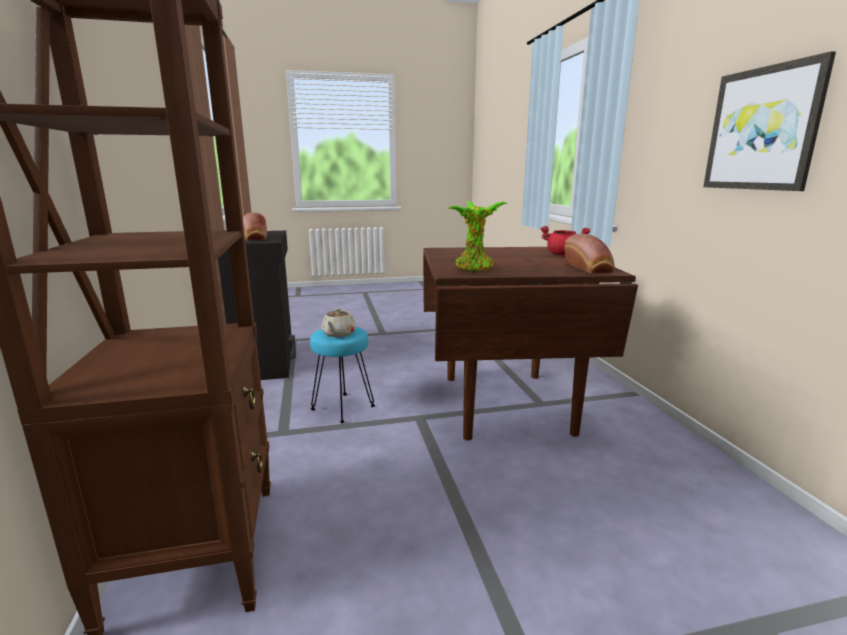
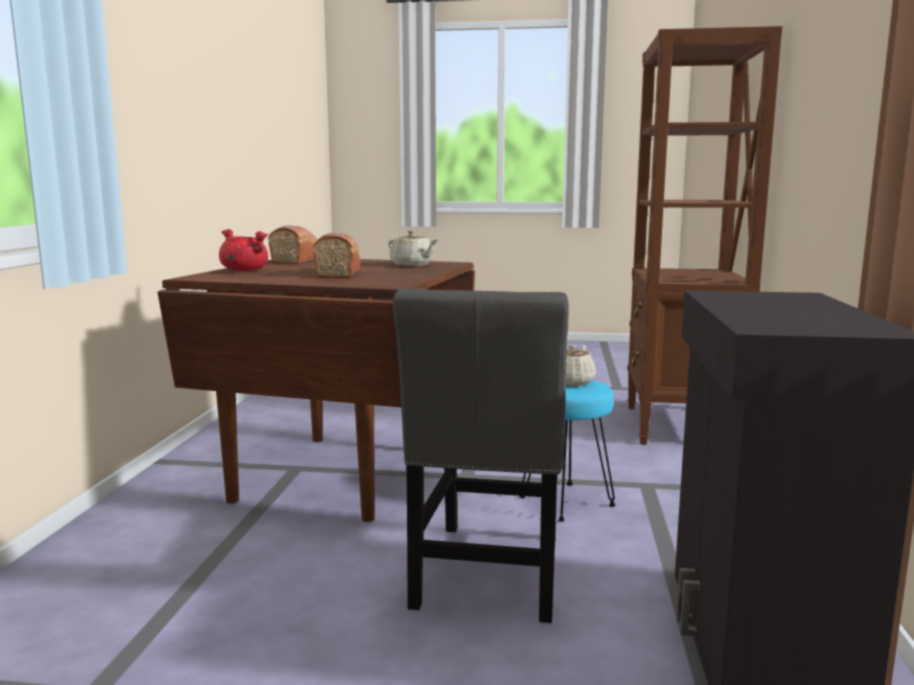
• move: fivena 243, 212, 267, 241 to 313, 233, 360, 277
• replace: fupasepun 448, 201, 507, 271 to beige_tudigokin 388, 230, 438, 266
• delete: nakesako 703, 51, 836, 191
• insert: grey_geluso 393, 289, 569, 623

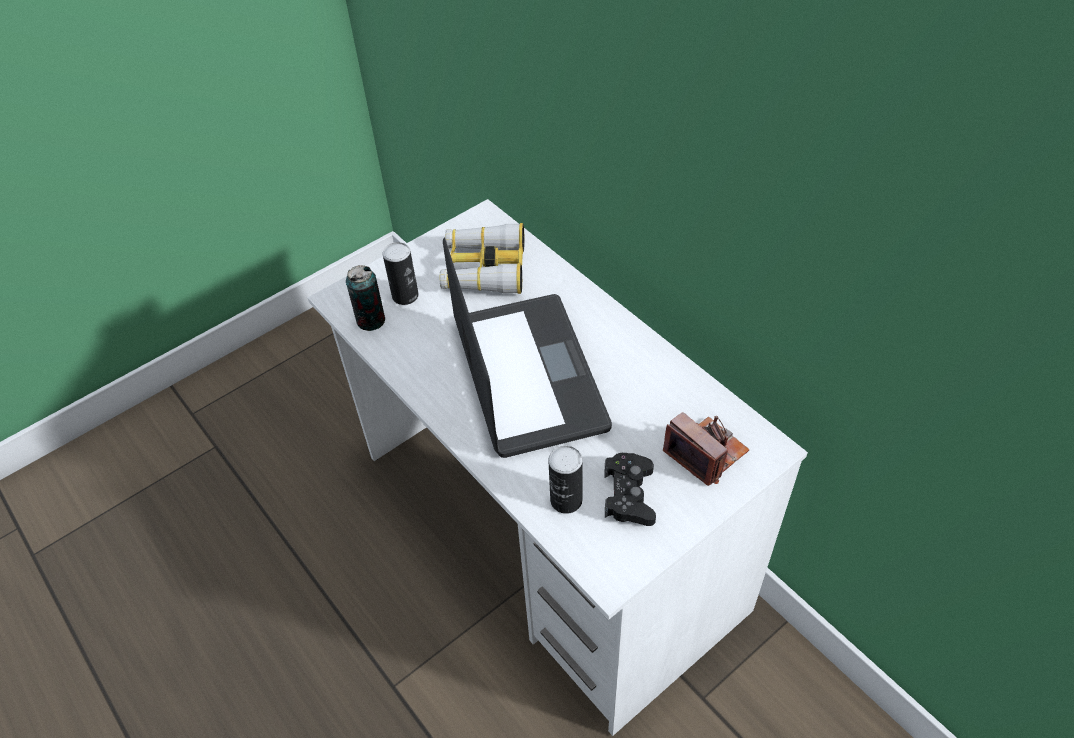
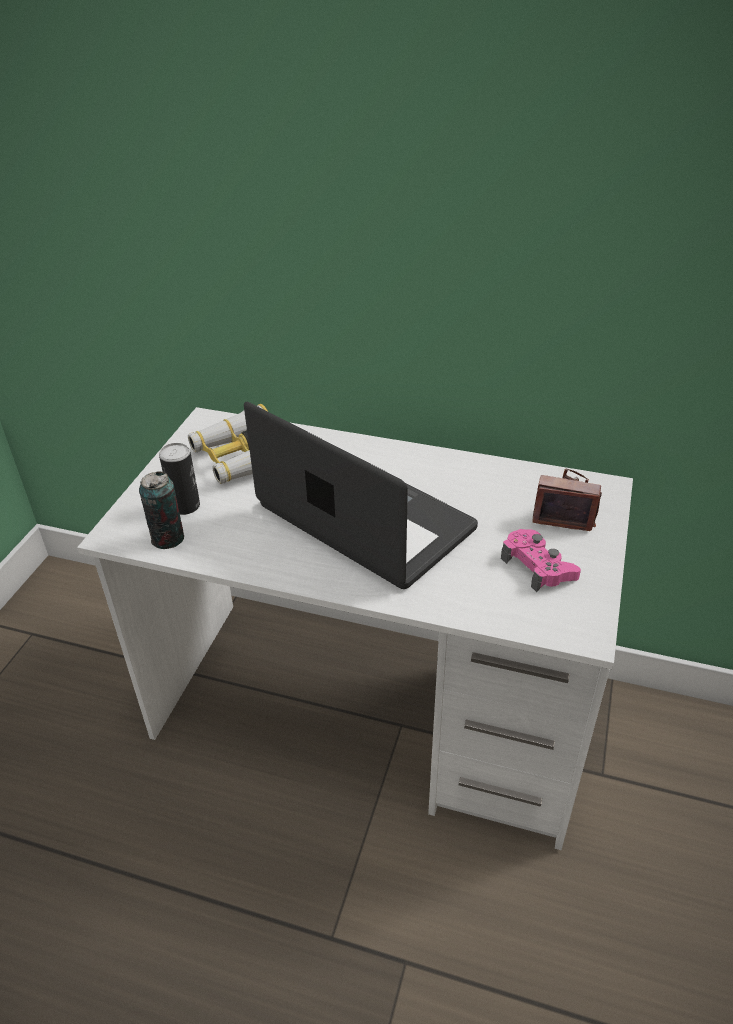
• delete: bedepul 549, 446, 583, 514
• recolor: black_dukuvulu 605, 453, 656, 526 to pink_dukuvulu 501, 529, 581, 592

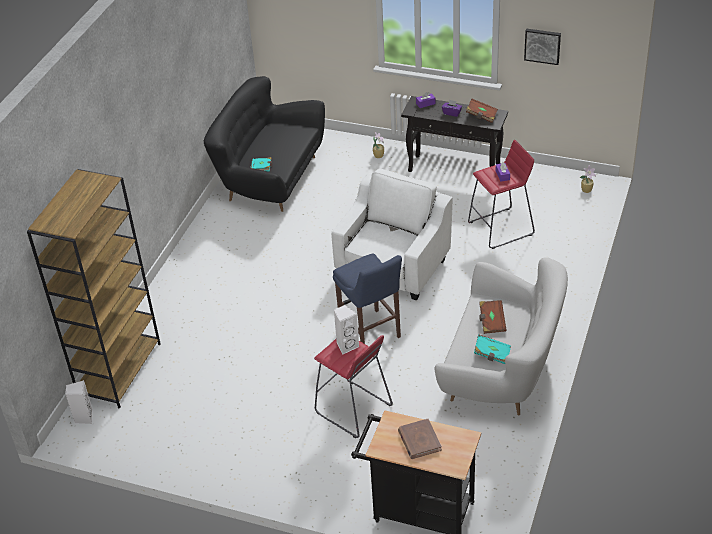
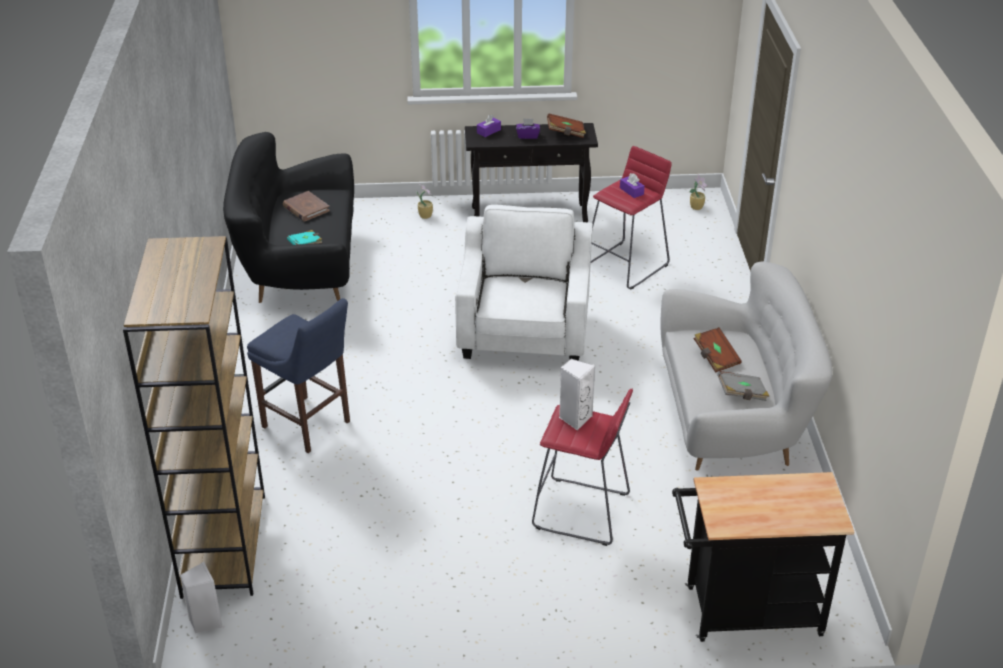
• move: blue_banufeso 333, 253, 402, 344 to 247, 298, 350, 453
• move: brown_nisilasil 398, 419, 442, 459 to 283, 191, 330, 222
• recolor: turquoise_nisilasil 474, 334, 511, 364 to grey_nisilasil 717, 371, 769, 401
• delete: nakesako 524, 29, 561, 65

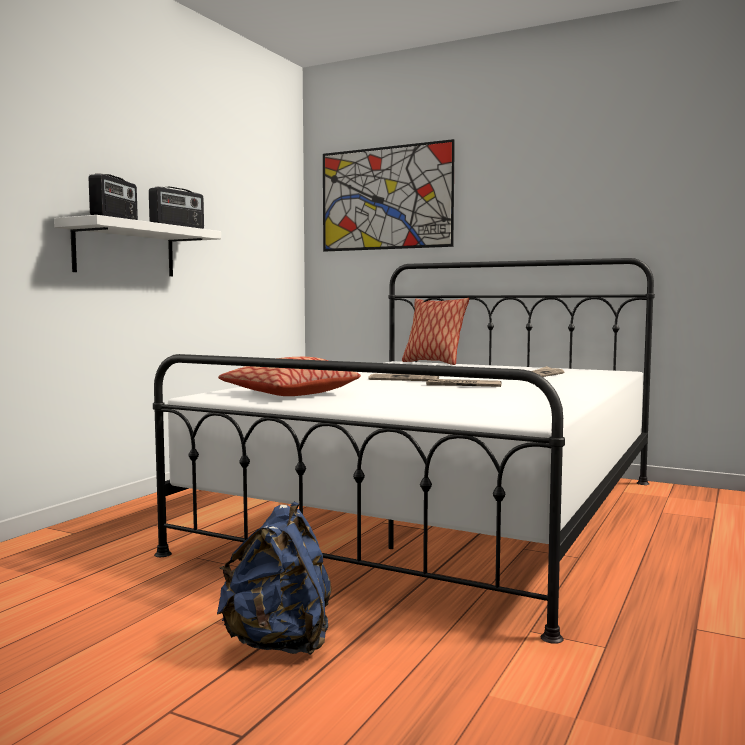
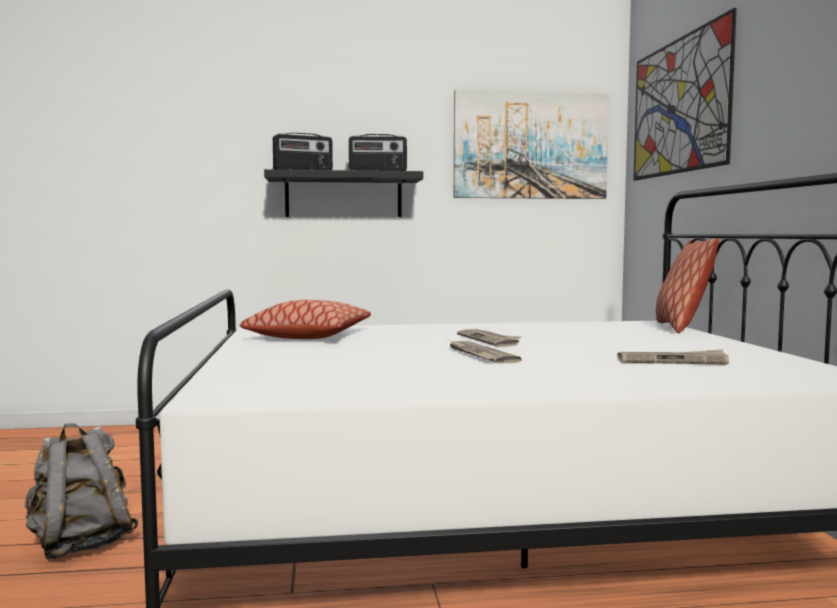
• recolor: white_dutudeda 54, 215, 221, 276 to black_dutudeda 264, 169, 423, 217
• recolor: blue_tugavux 217, 502, 332, 655 to grey_tugavux 25, 423, 139, 559
• insert: nakesako 454, 89, 609, 199

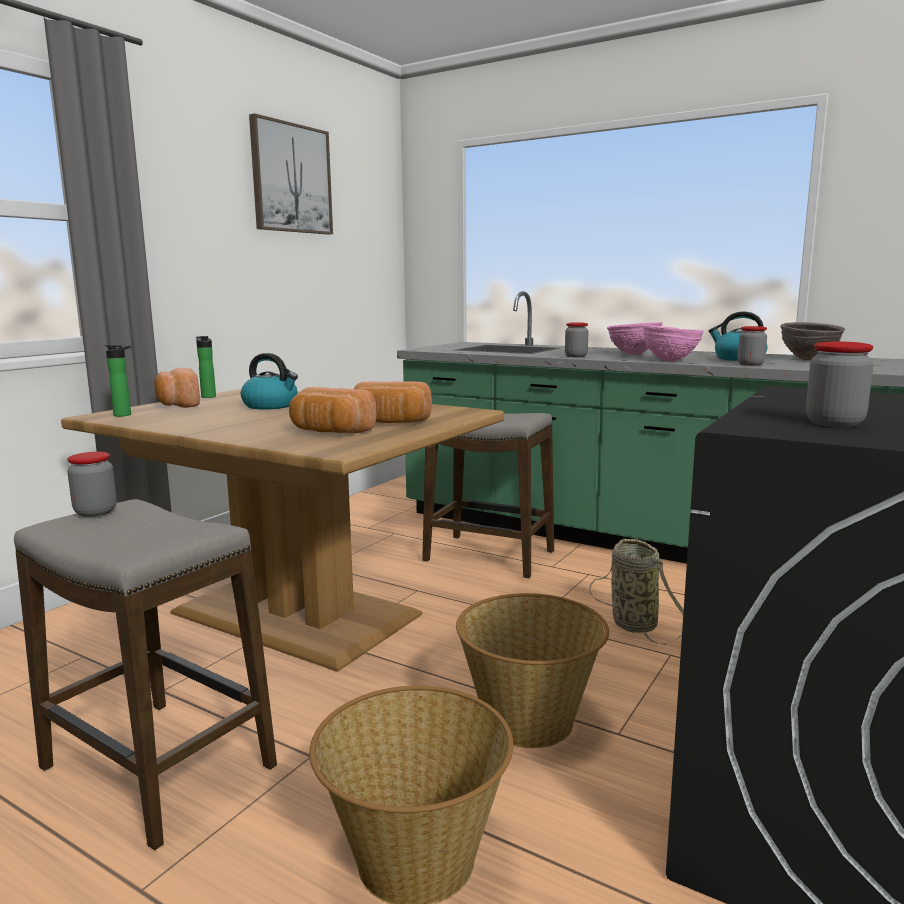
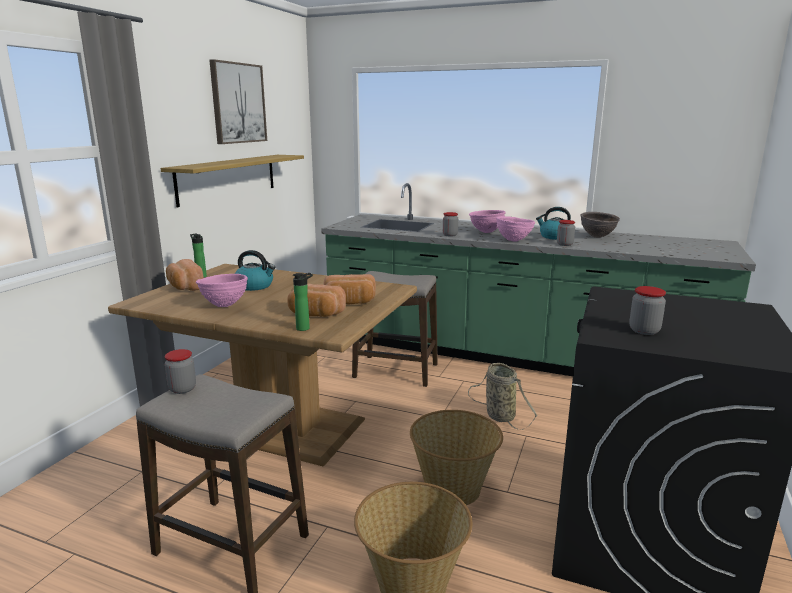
• move: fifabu 105, 345, 131, 417 to 293, 273, 313, 331
• insert: dutudeda 160, 155, 304, 207
• insert: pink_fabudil 196, 274, 248, 307

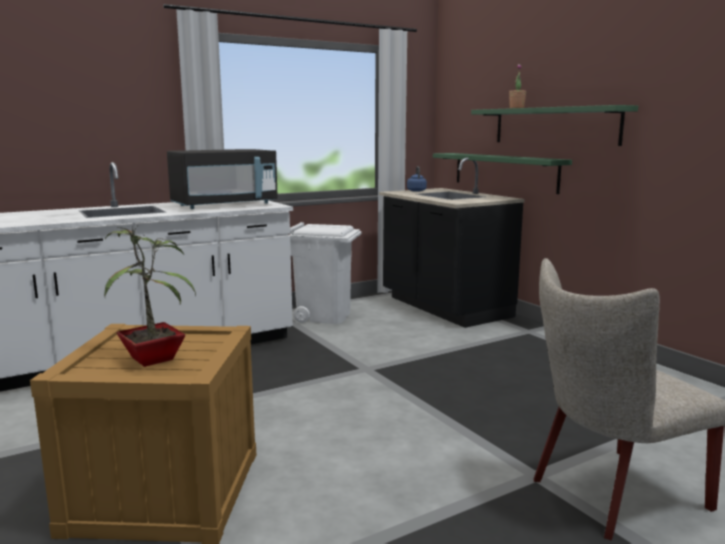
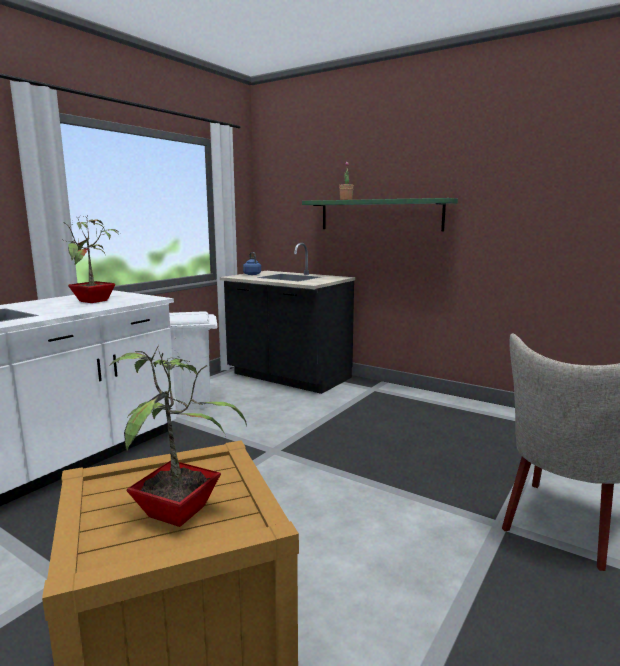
• replace: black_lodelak 167, 149, 278, 209 to fupasepun 61, 215, 121, 303
• delete: green_dutudeda 433, 153, 572, 194

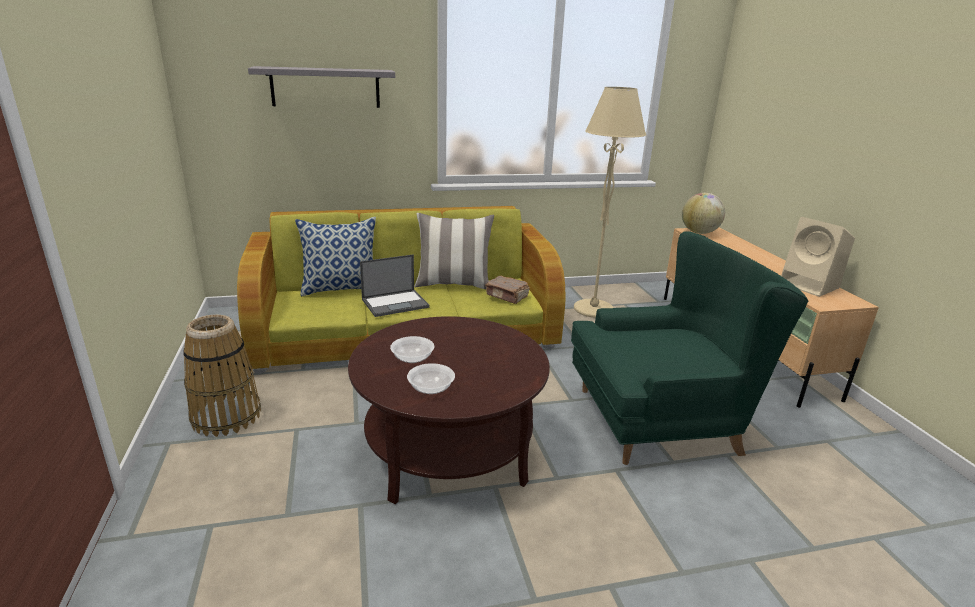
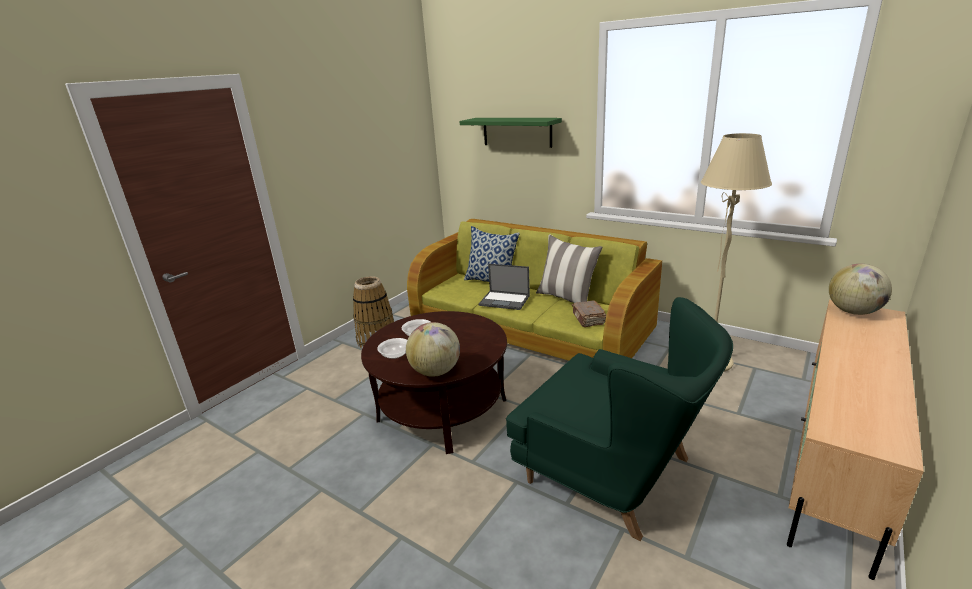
• recolor: grey_dutudeda 248, 66, 395, 108 to green_dutudeda 459, 118, 562, 148
• delete: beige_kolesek 781, 217, 855, 297
• insert: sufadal 406, 322, 460, 377

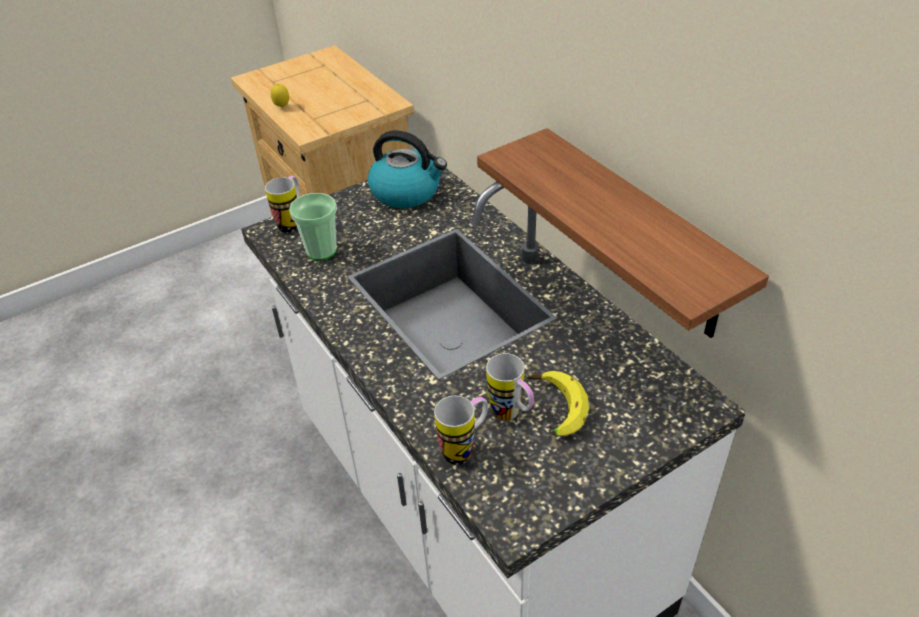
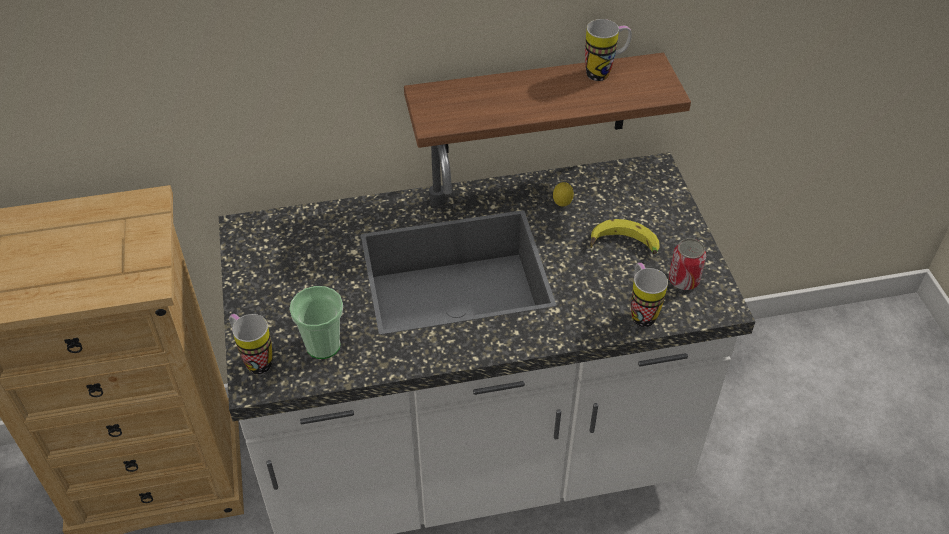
• move: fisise 271, 84, 289, 108 to 553, 182, 574, 207
• delete: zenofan 368, 130, 447, 208
• move: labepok 486, 353, 534, 421 to 585, 19, 632, 81
• insert: bedepul 669, 238, 706, 290

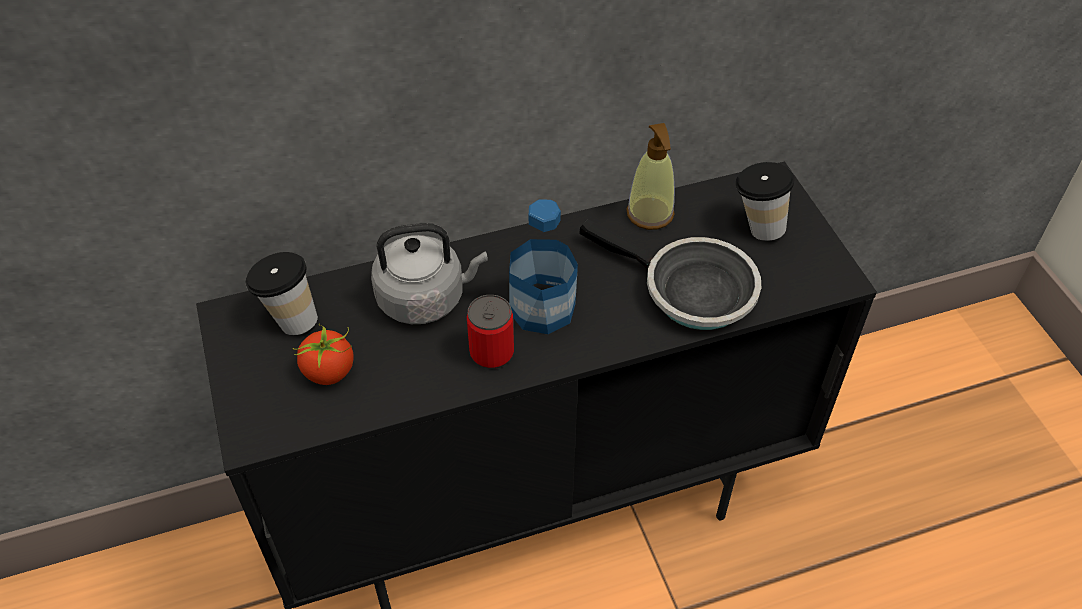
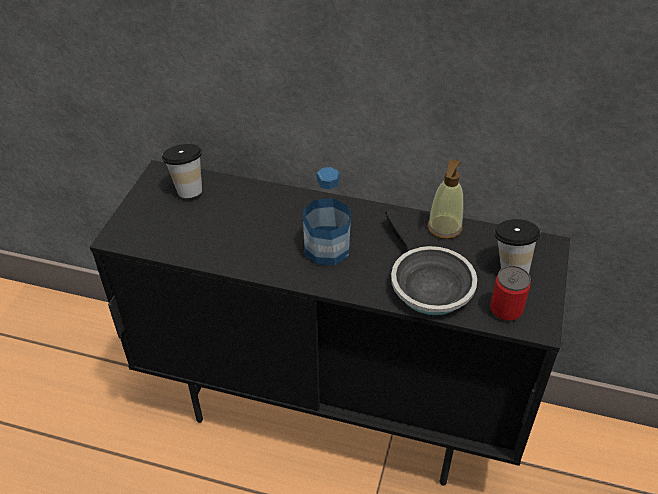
• delete: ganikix 293, 323, 354, 385
• delete: grey_zenofan 371, 223, 488, 324
• move: bedepul 467, 295, 514, 369 to 490, 266, 531, 322

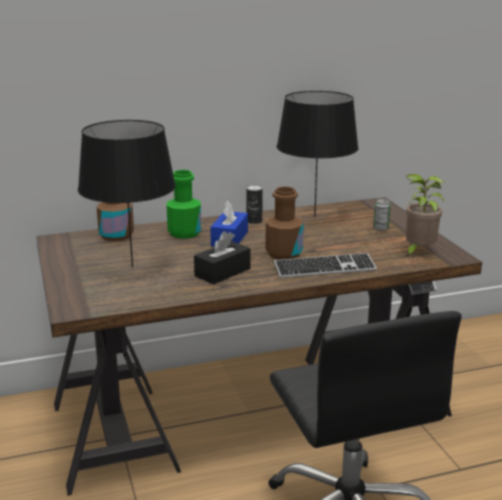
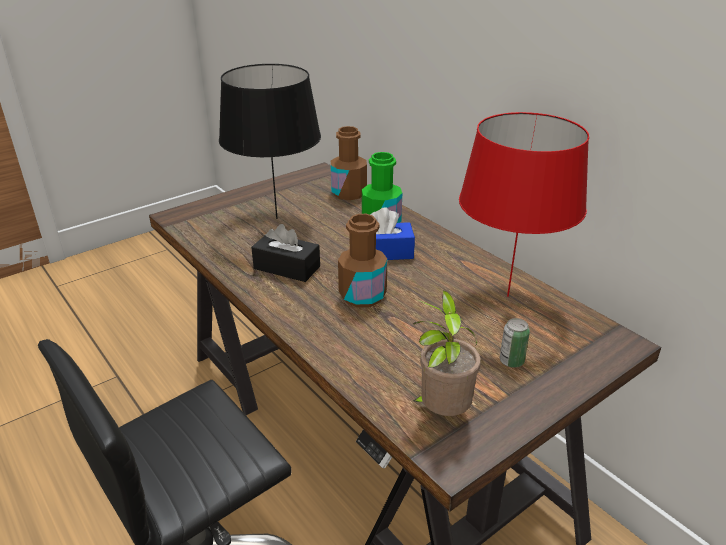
• delete: bedepul 246, 185, 263, 224
• delete: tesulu 274, 253, 377, 278
• recolor: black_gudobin 277, 91, 359, 217 to red_gudobin 459, 112, 589, 297

